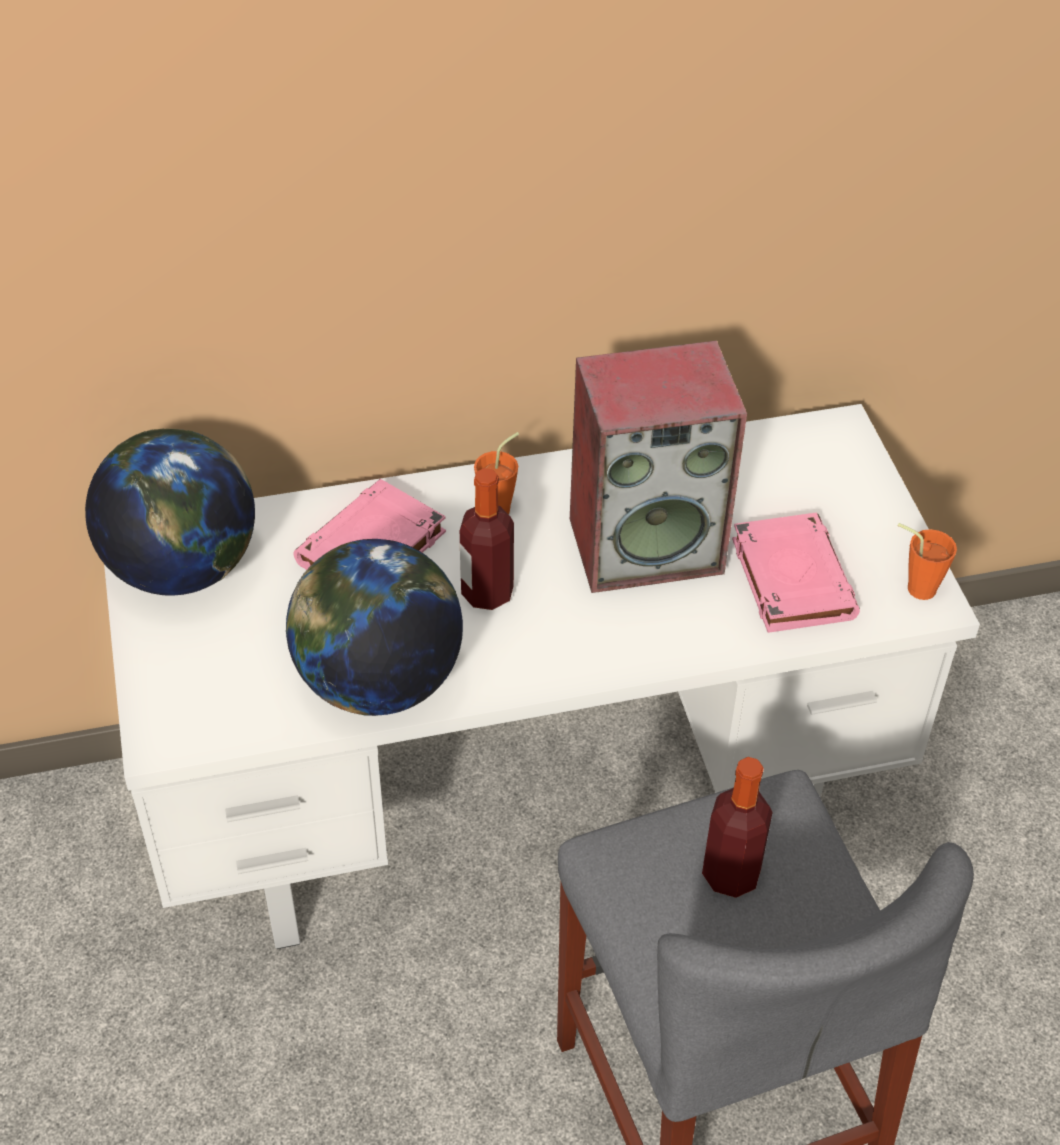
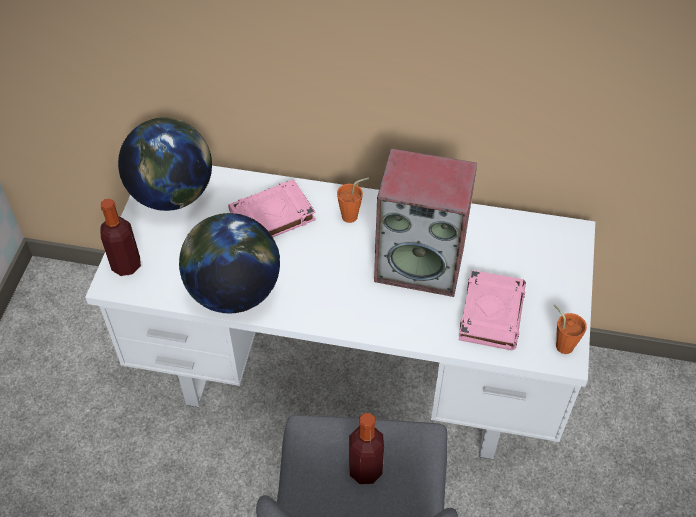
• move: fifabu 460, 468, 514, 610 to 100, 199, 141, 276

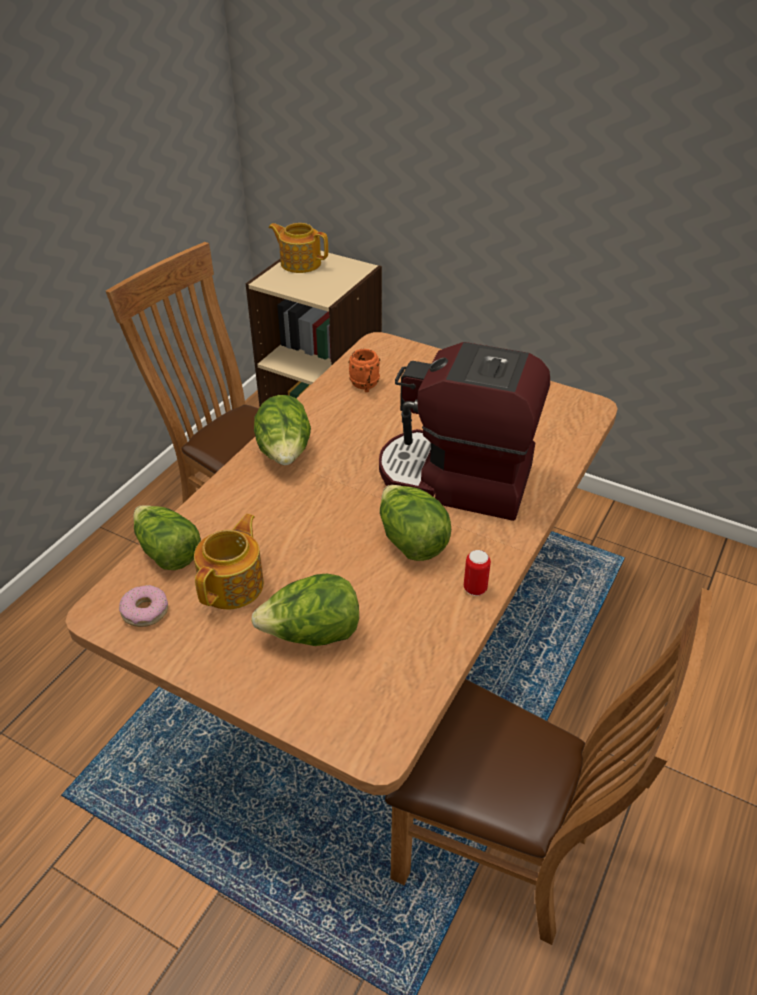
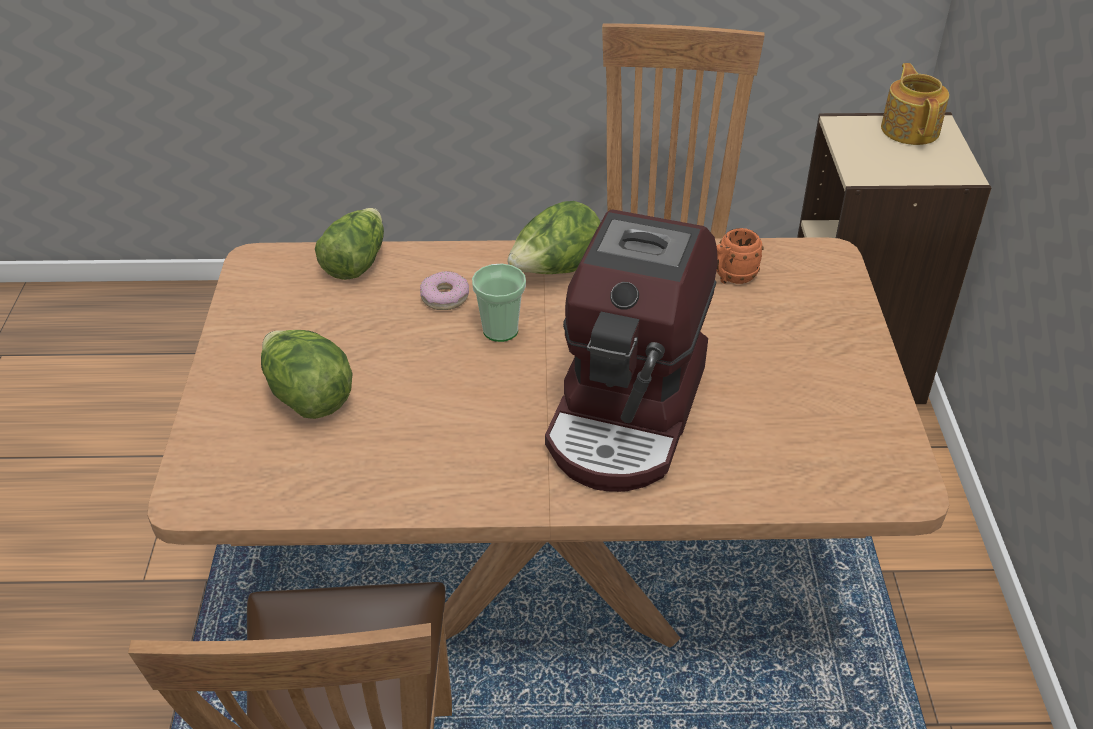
• move: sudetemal 119, 585, 168, 627 to 420, 271, 469, 310
• delete: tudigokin 194, 514, 264, 609
• rotate: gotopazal 379, 342, 550, 521 = 545, 210, 718, 492 150 degrees counterclockwise
• delete: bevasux 380, 485, 451, 561
• delete: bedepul 464, 550, 491, 596
• insert: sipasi 472, 264, 526, 342

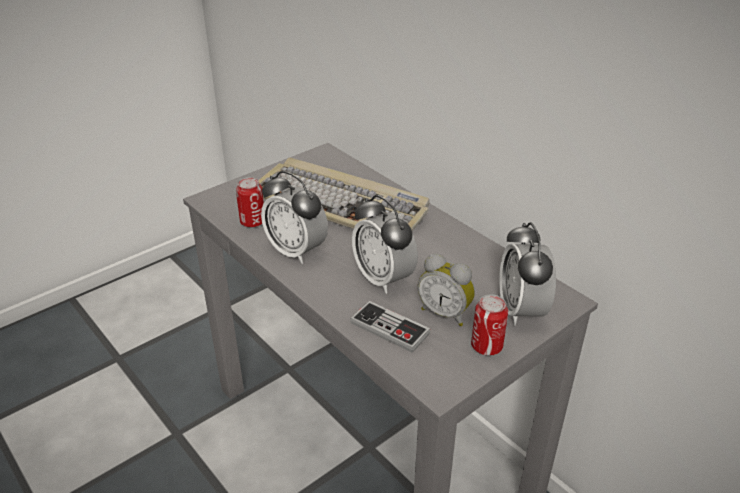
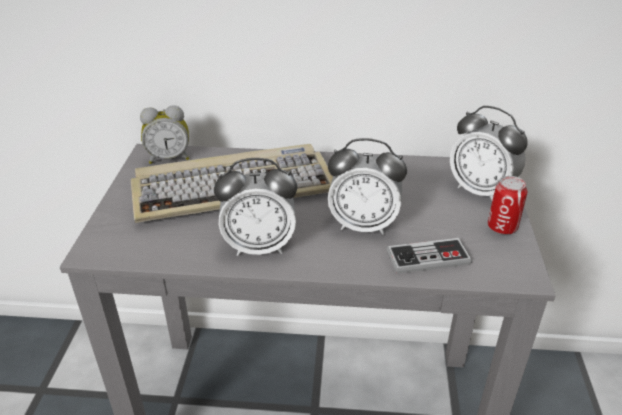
• delete: bedepul 236, 177, 264, 228
• move: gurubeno 418, 254, 475, 326 to 140, 105, 189, 164

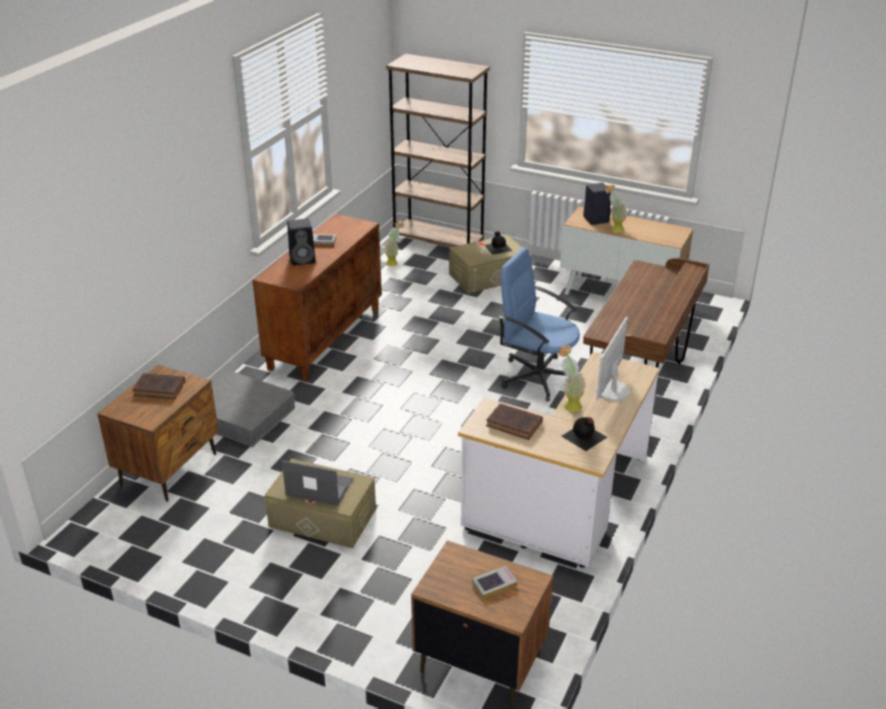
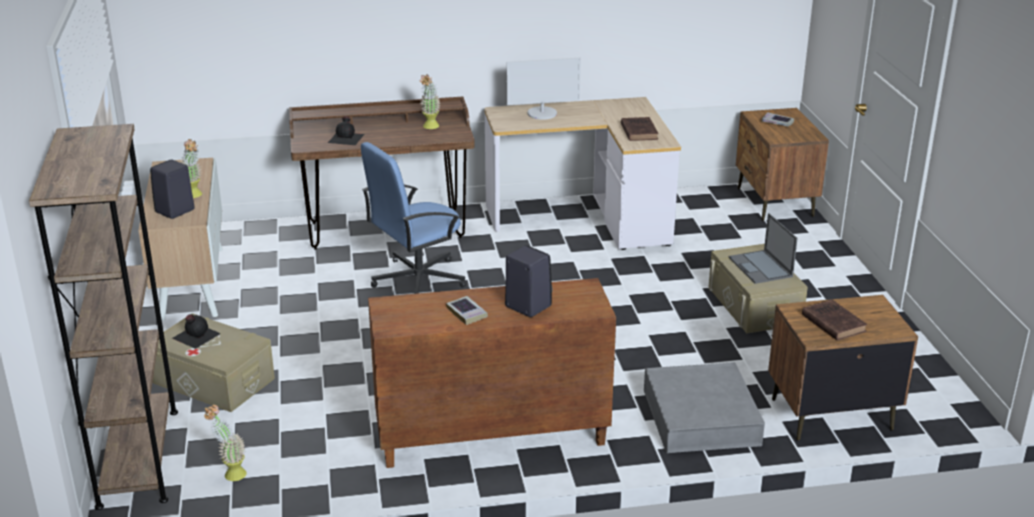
• rotate: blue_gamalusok 498, 247, 580, 402 = 361, 142, 466, 294 60 degrees clockwise
• move: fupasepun 559, 345, 586, 412 to 420, 74, 441, 129
• move: black_fifabu 562, 417, 607, 451 to 328, 116, 364, 145

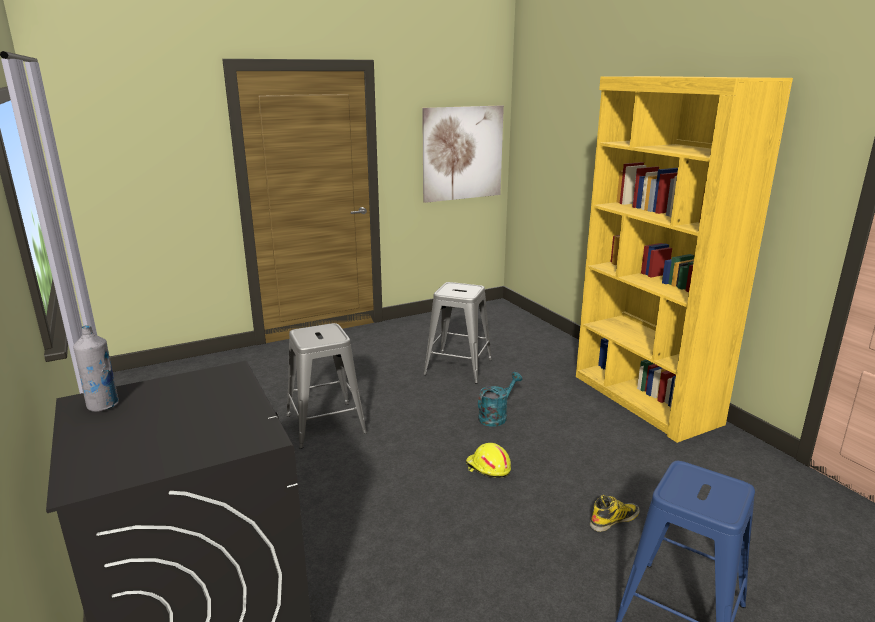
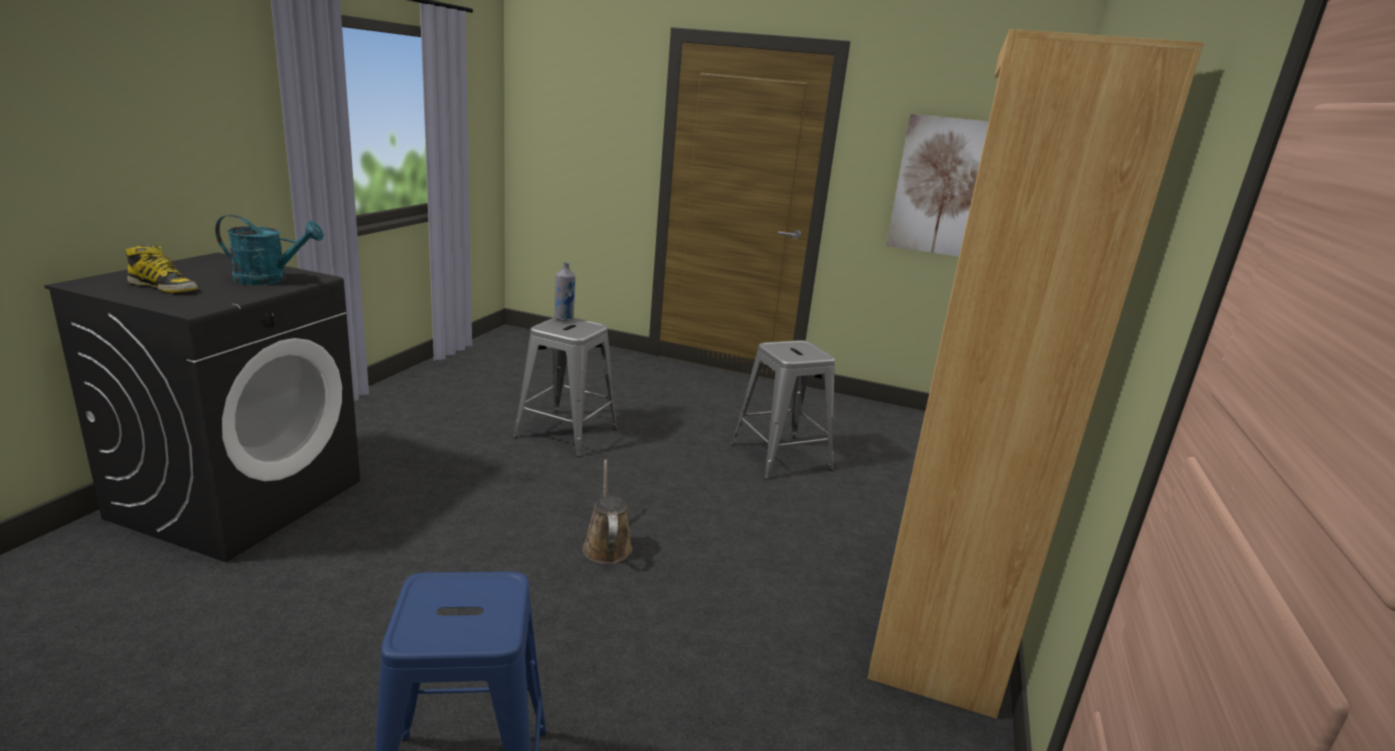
• move: grey_fifabu 73, 325, 119, 412 to 554, 262, 576, 321
• replace: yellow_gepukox 466, 443, 511, 478 to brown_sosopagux 582, 459, 632, 564
• move: turquoise_sosopagux 478, 372, 522, 427 to 215, 215, 324, 285
• recolor: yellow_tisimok 576, 76, 793, 443 to brown_tisimok 867, 29, 1204, 719
• move: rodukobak 590, 495, 640, 532 to 125, 244, 198, 293

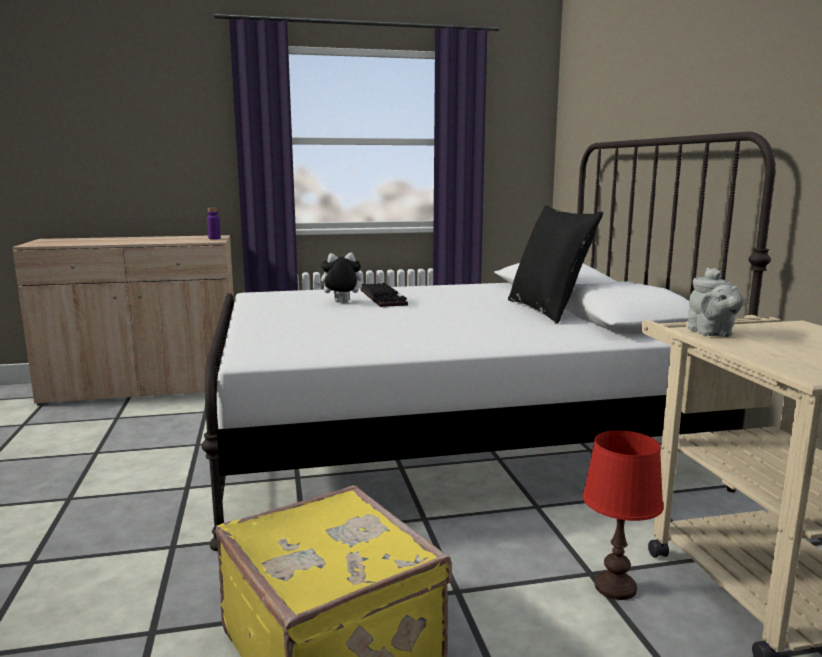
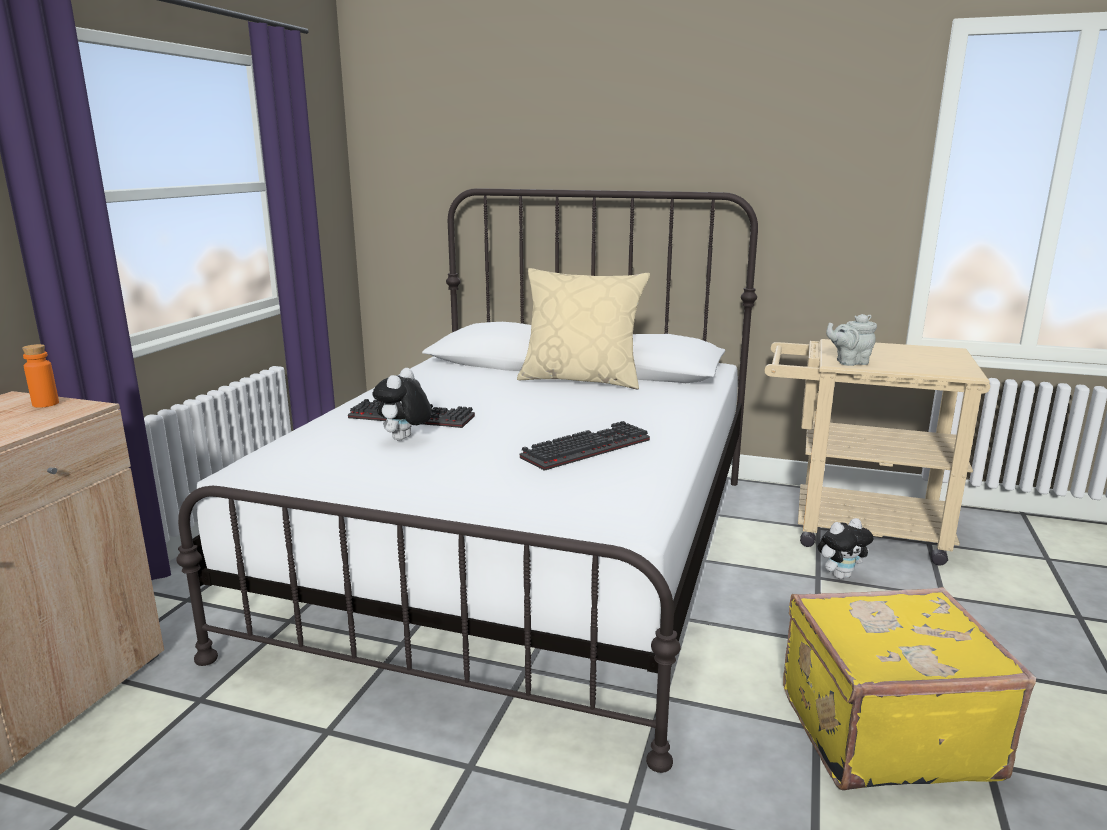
• recolor: purple_fifabu 207, 208, 221, 239 to orange_fifabu 22, 344, 59, 408
• recolor: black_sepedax 508, 205, 603, 324 to beige_sepedax 517, 268, 650, 390
• replace: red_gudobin 583, 430, 664, 600 to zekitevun 818, 518, 873, 579
• rotate: grey_tudigokin 688, 268, 745, 337 = 826, 314, 877, 366 150 degrees clockwise
• insert: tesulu 520, 421, 650, 471

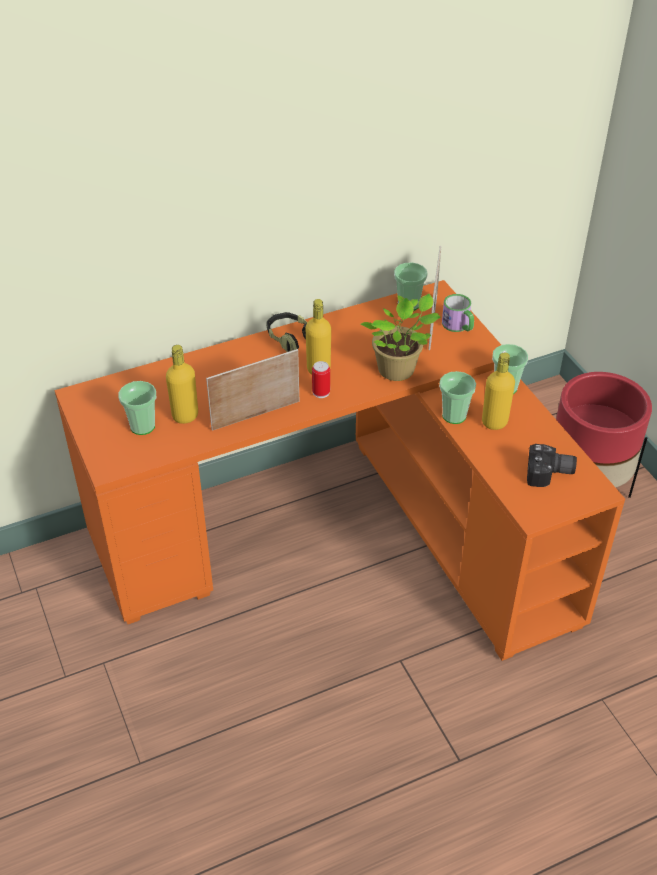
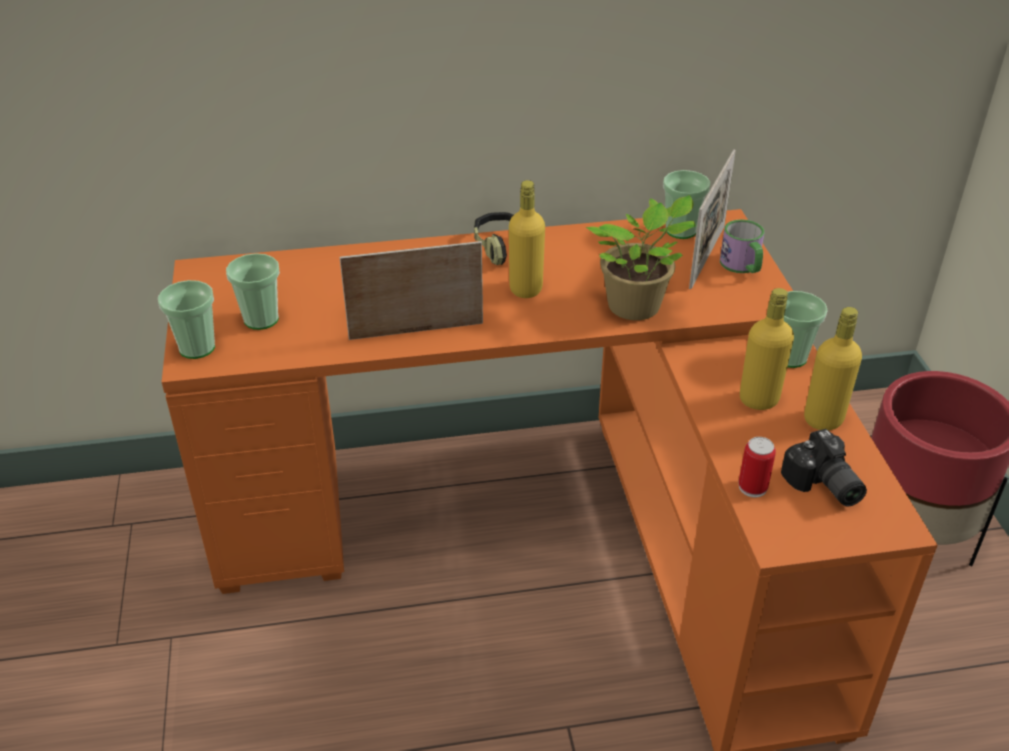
• move: yellow_fifabu 166, 345, 198, 424 to 804, 307, 862, 430
• move: bedepul 312, 361, 330, 398 to 739, 437, 776, 498
• move: sipasi 439, 371, 476, 424 to 158, 280, 215, 359
• rotate: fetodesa 527, 444, 577, 487 = 781, 429, 867, 506 45 degrees clockwise

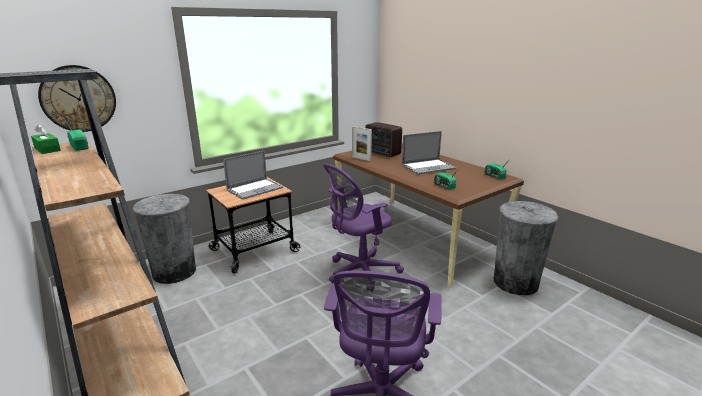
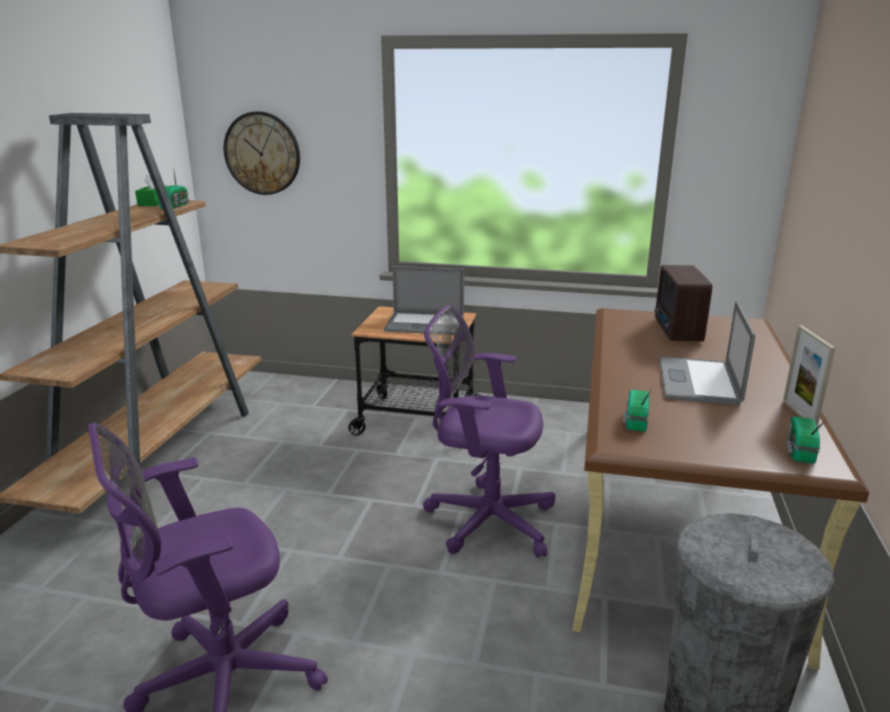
• delete: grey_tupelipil 133, 194, 196, 284
• move: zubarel 352, 126, 372, 161 to 783, 325, 835, 427
• rotate: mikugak 402, 131, 456, 175 = 659, 301, 755, 405 75 degrees clockwise

